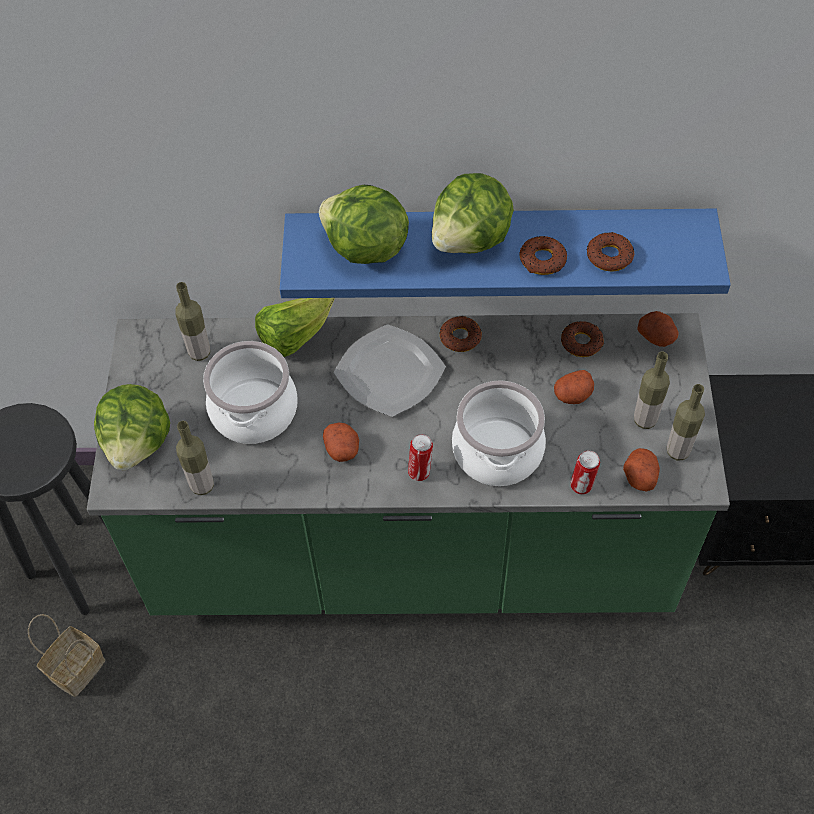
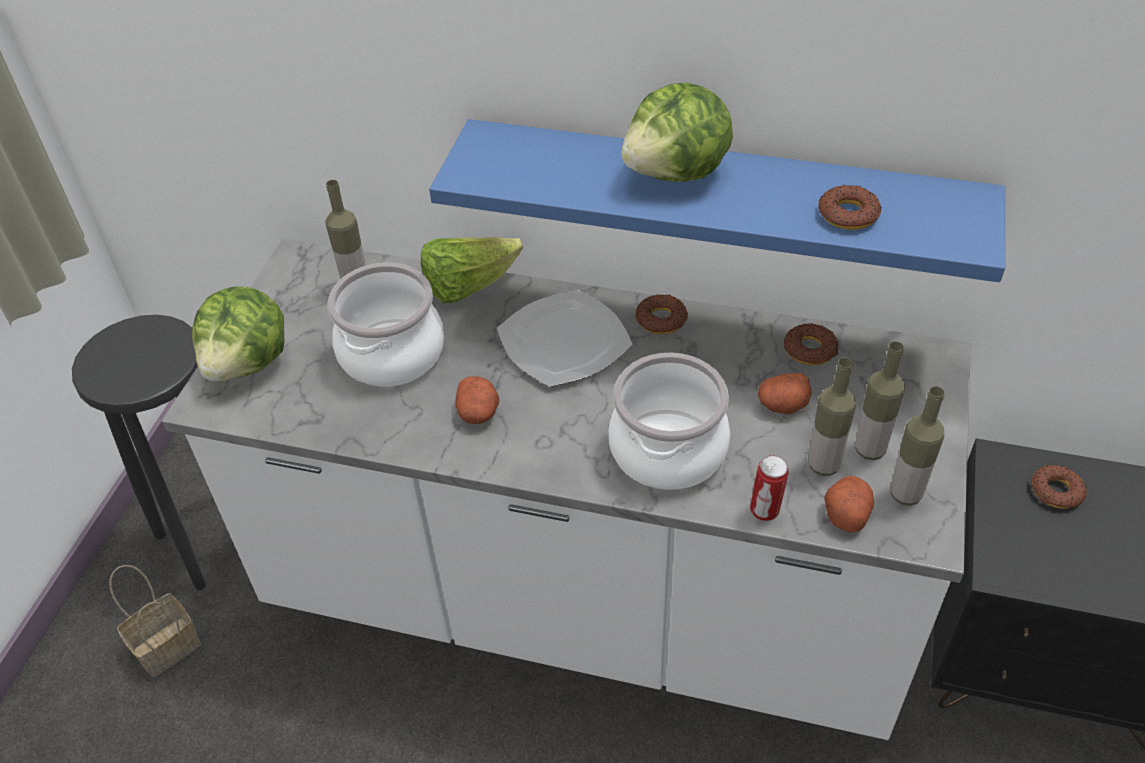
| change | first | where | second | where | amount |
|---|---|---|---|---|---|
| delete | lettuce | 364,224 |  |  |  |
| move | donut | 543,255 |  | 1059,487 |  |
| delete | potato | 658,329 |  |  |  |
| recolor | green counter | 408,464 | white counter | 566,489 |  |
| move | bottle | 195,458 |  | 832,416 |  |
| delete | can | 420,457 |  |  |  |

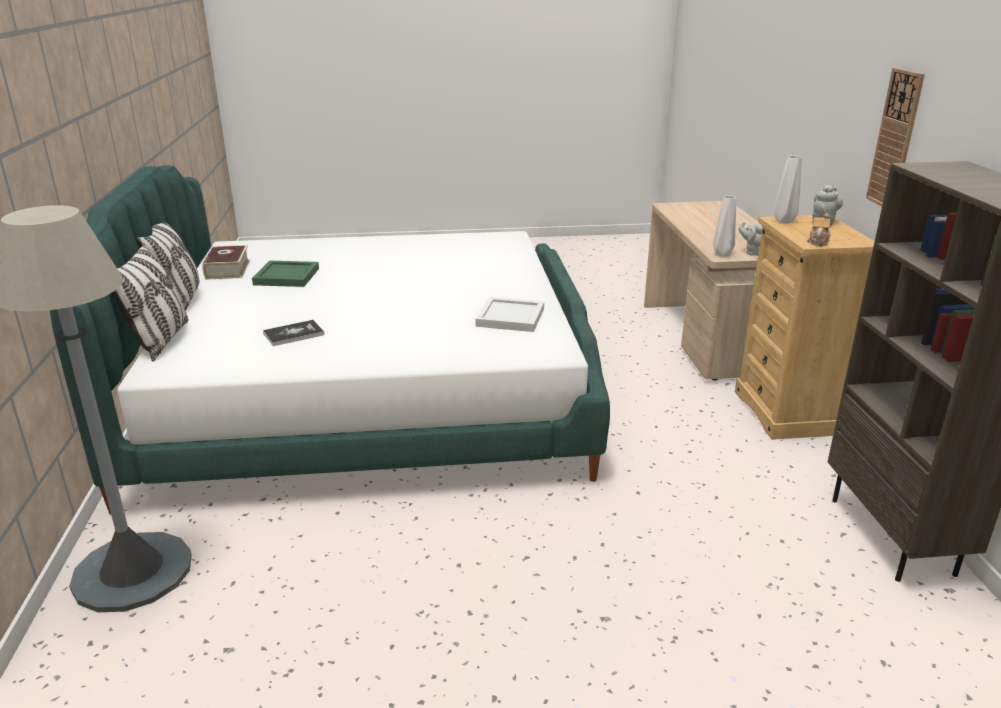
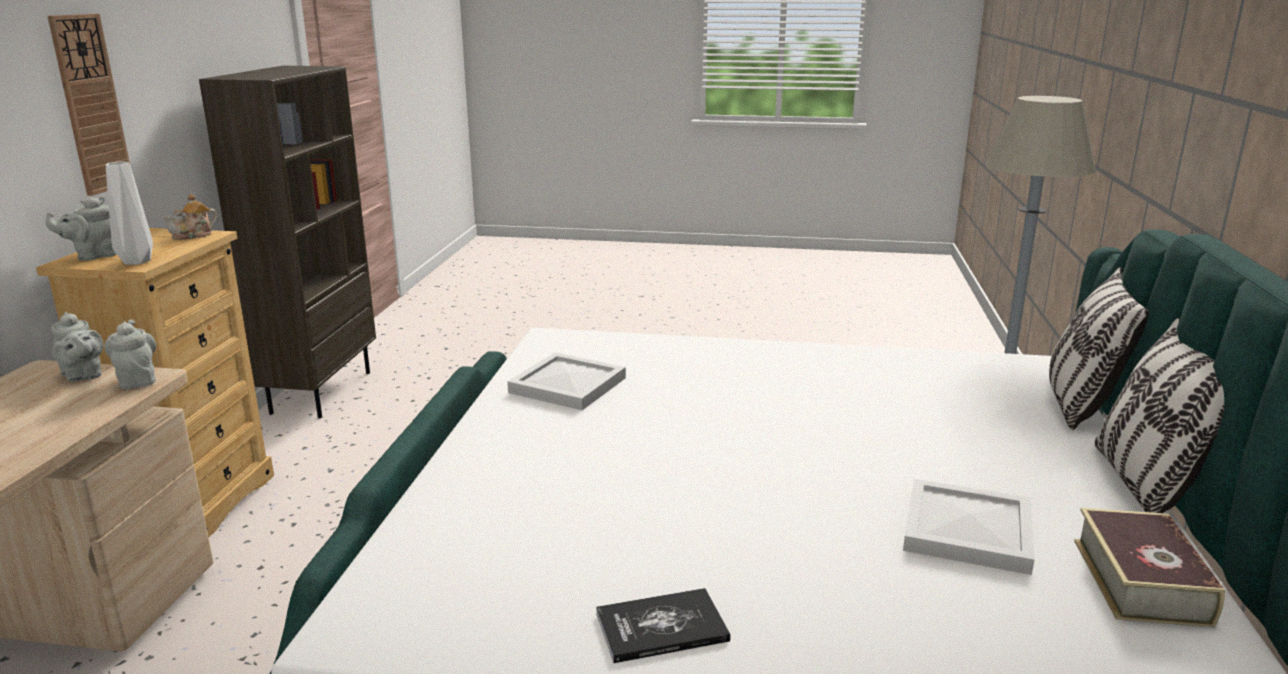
| change | first | where | second | where | amount |
|---|---|---|---|---|---|
| replace | white vase | 724,226 | grey teapot | 130,354 |  |
| recolor | green tray | 285,274 | white tray | 969,527 |  |
| move | book | 293,333 |  | 663,625 |  |

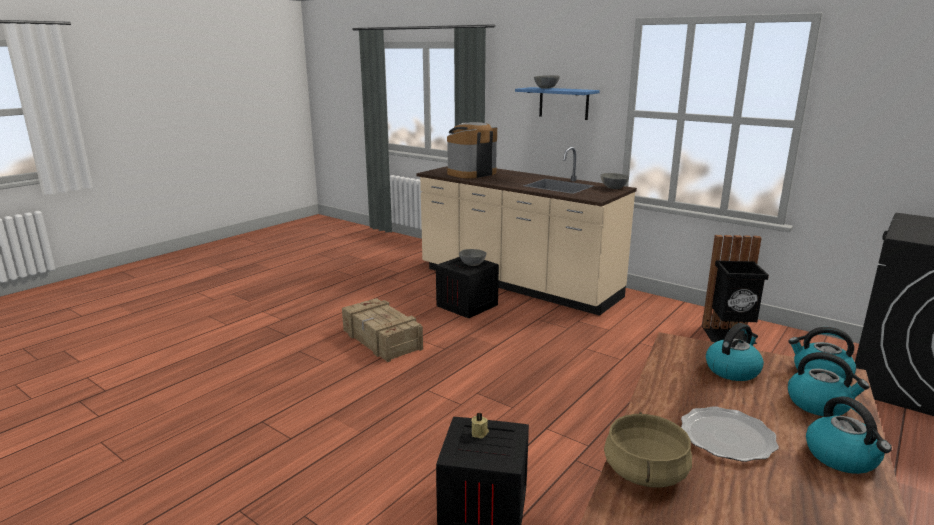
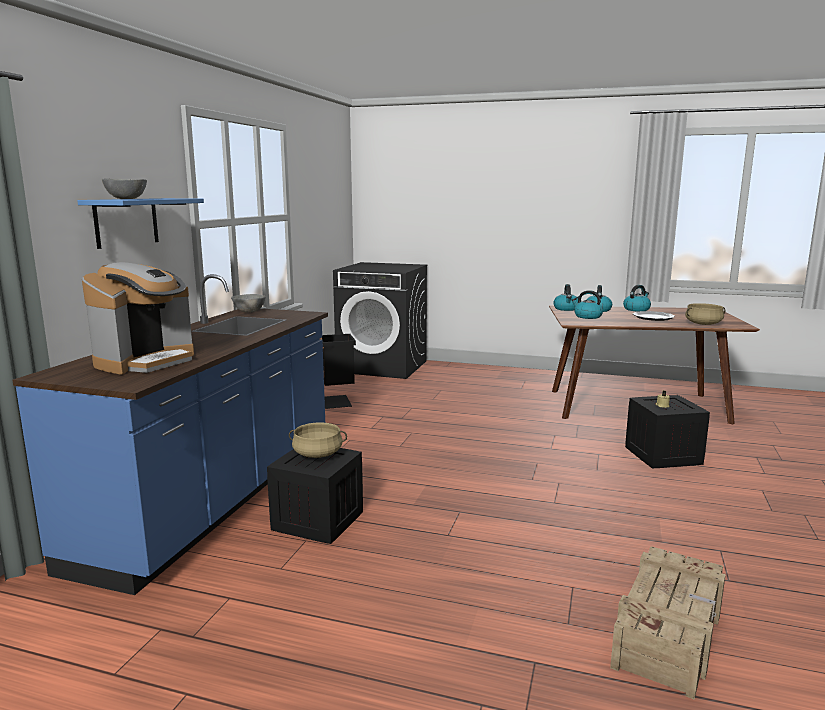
| change | first | where | second | where | amount |
|---|---|---|---|---|---|
| rotate | coffee machine | 472,150 |  | 138,318 | 90 degrees counterclockwise |
| recolor | beige counter | 526,231 | blue counter | 170,434 |  |
| replace | grey bowl | 472,257 | beige cooking pot | 318,440 |  |
| move | crate | 382,330 |  | 668,623 |  |

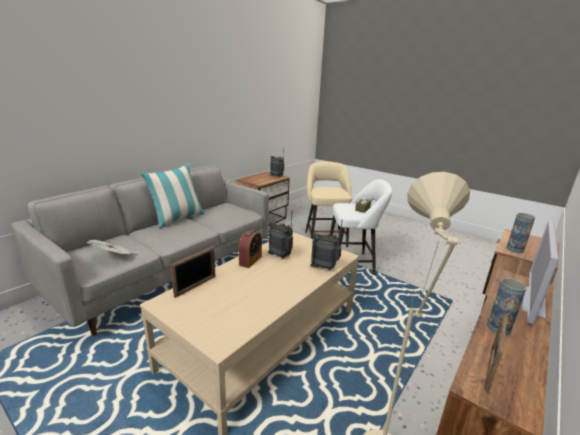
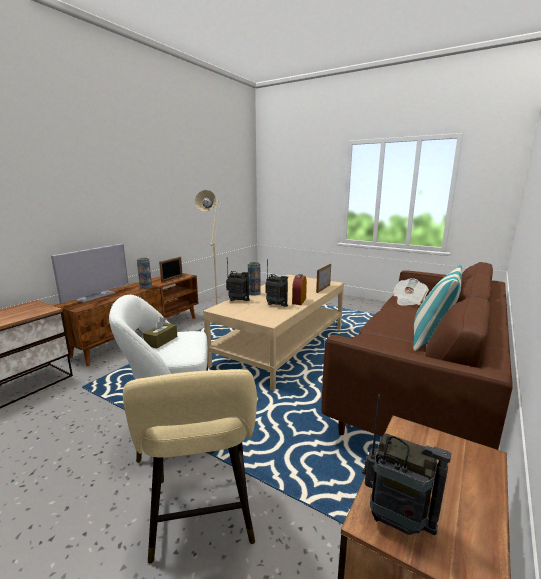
| change | first | where | second | where | amount |
|---|---|---|---|---|---|
| recolor | grey sofa | 140,251 | brown sofa | 417,356 |  |
| move | vase | 520,233 |  | 254,279 |  |

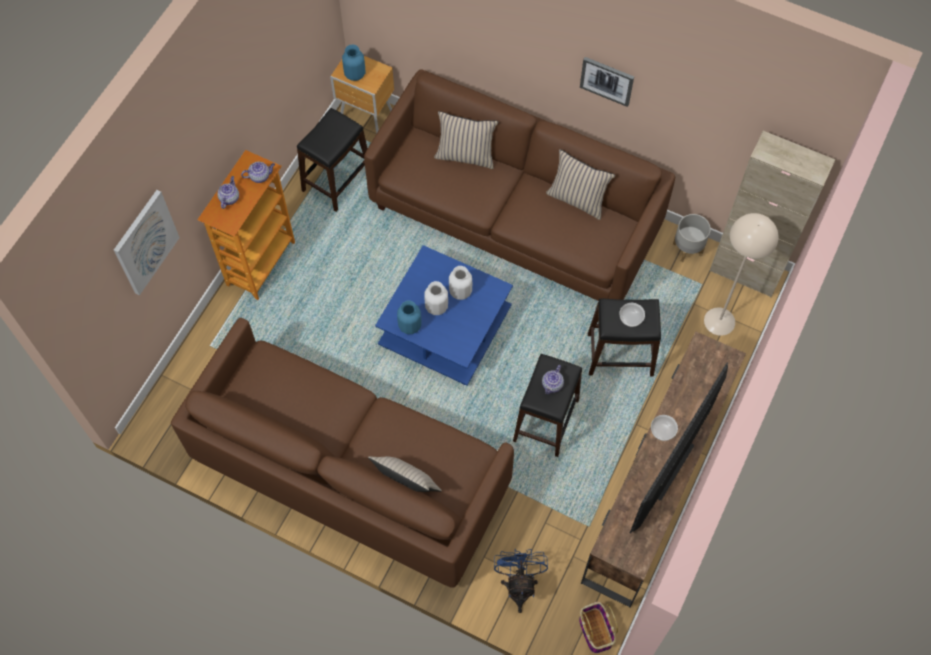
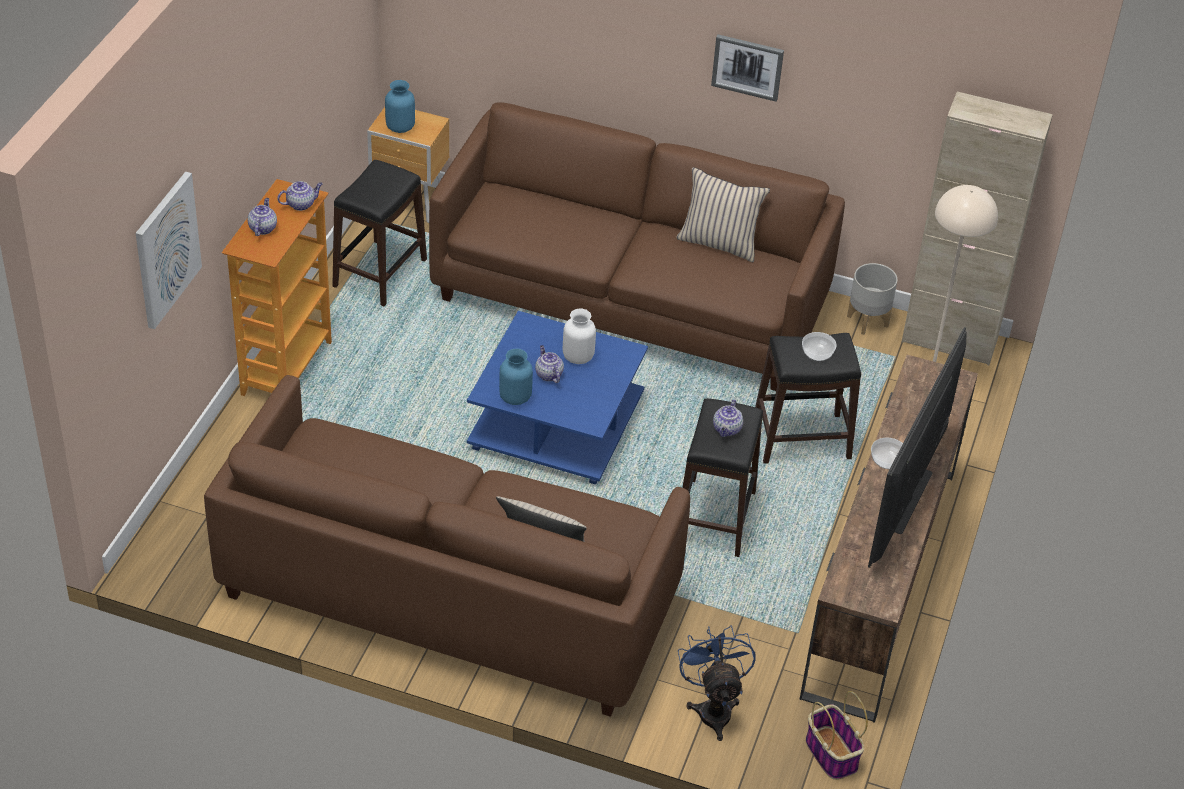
| change | first | where | second | where | amount |
|---|---|---|---|---|---|
| delete | beige pillow | 466,140 |  |  |  |
| replace | white vase | 436,298 | teapot | 549,364 |  |

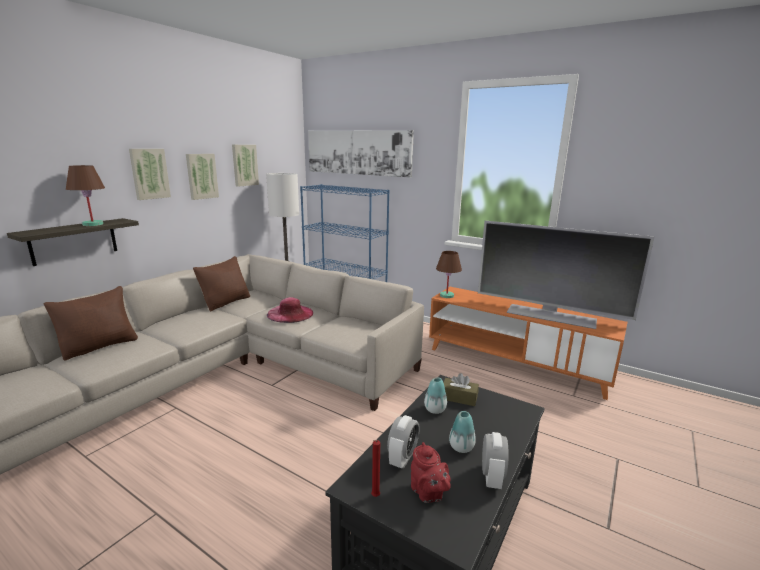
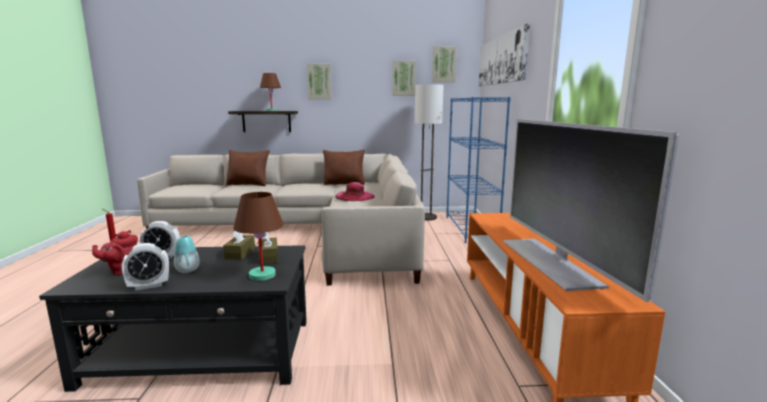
| change | first | where | second | where | amount |
|---|---|---|---|---|---|
| move | picture | 202,177 |  | 444,64 |  |
| move | brown table lamp | 449,274 |  | 258,236 |  |
| replace | vase | 435,396 | brown tissue box | 239,245 |  |

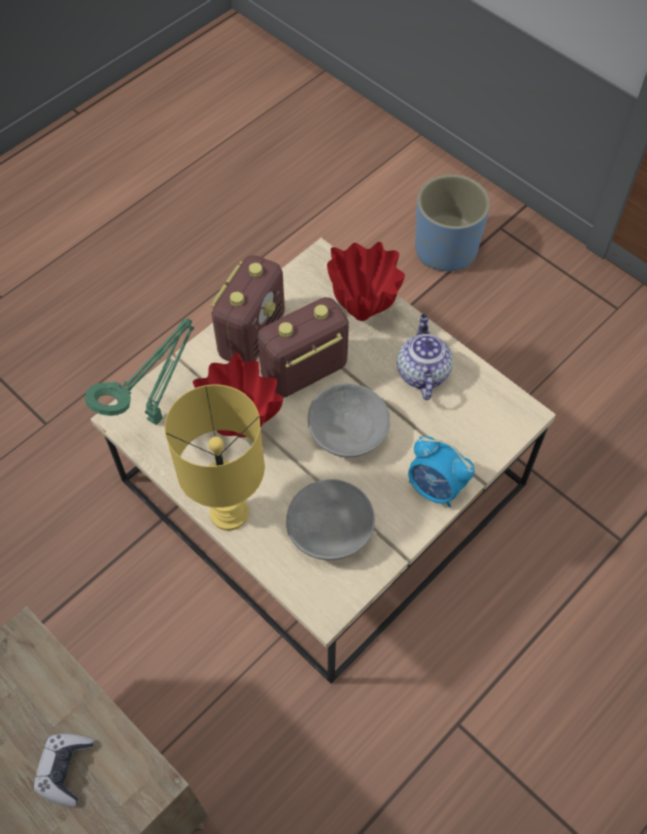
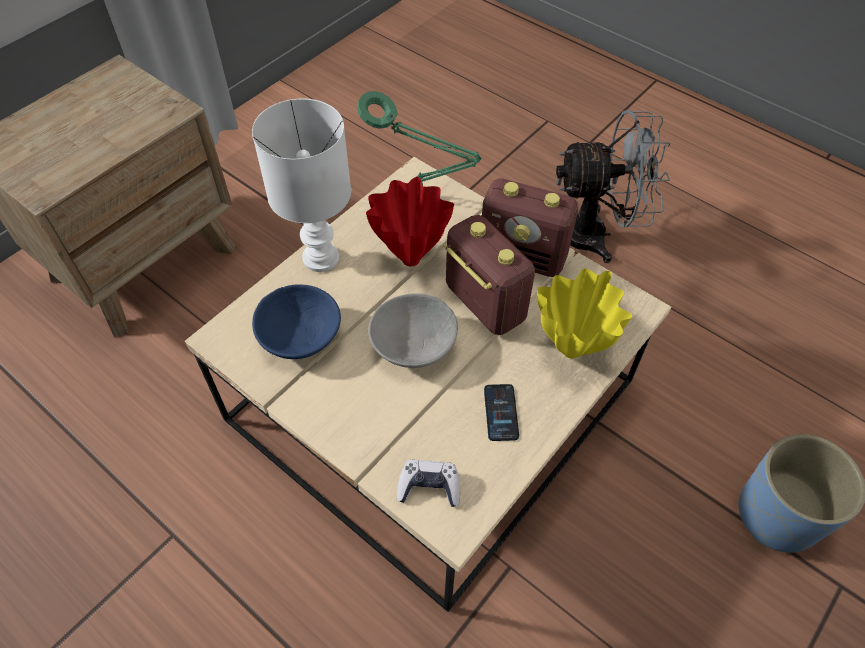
| change | first | where | second | where | amount |
|---|---|---|---|---|---|
| recolor | red vase | 366,281 | yellow vase | 584,313 |  |
| replace | teapot | 425,357 | phone | 501,412 |  |
| recolor | yellow table lamp | 215,458 | white table lamp | 301,185 |  |
| delete | alarm clock | 441,471 |  |  |  |
| recolor | grey bowl | 330,519 | blue bowl | 296,321 |  |
| move | game controller | 63,770 |  | 428,483 |  |
| insert |  |  | grey fan | 613,186 |  |

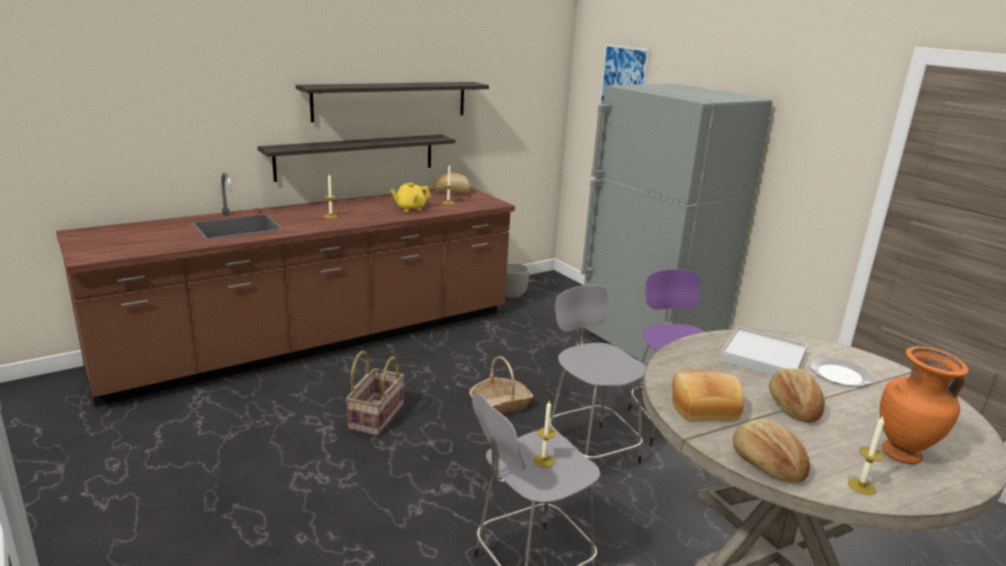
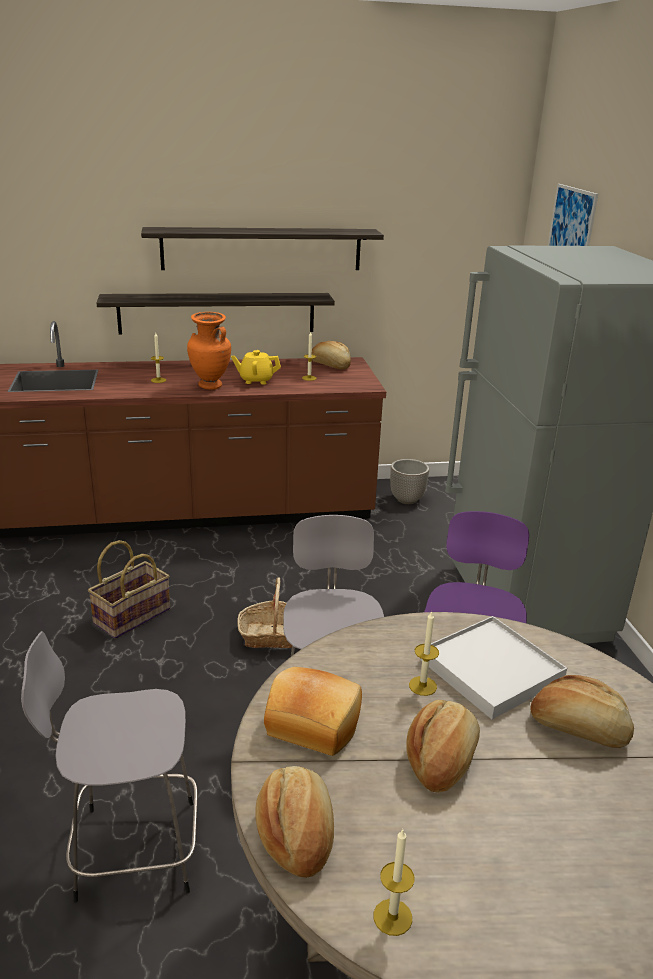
| change | first | where | second | where | amount |
|---|---|---|---|---|---|
| move | orange vase | 924,405 |  | 209,351 |  |
| replace | plate | 841,372 | bread | 582,711 |  |
| move | candle | 544,434 |  | 424,653 |  |

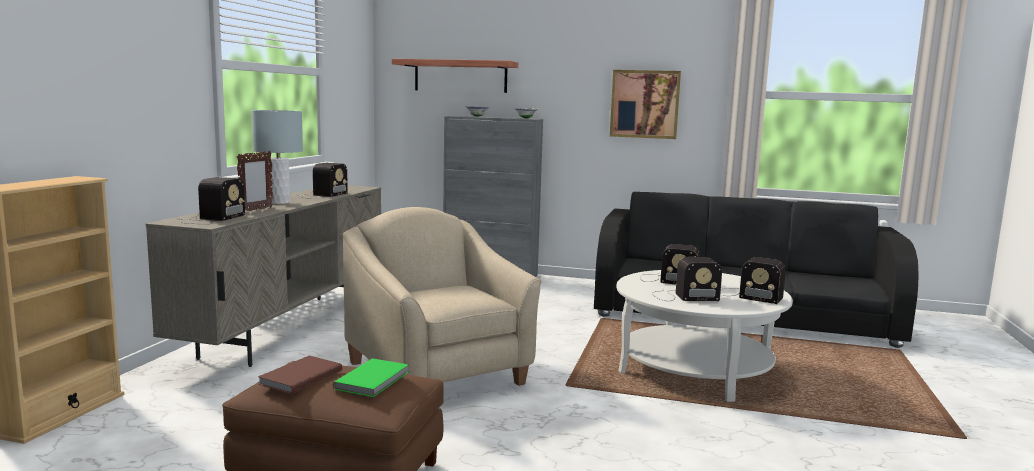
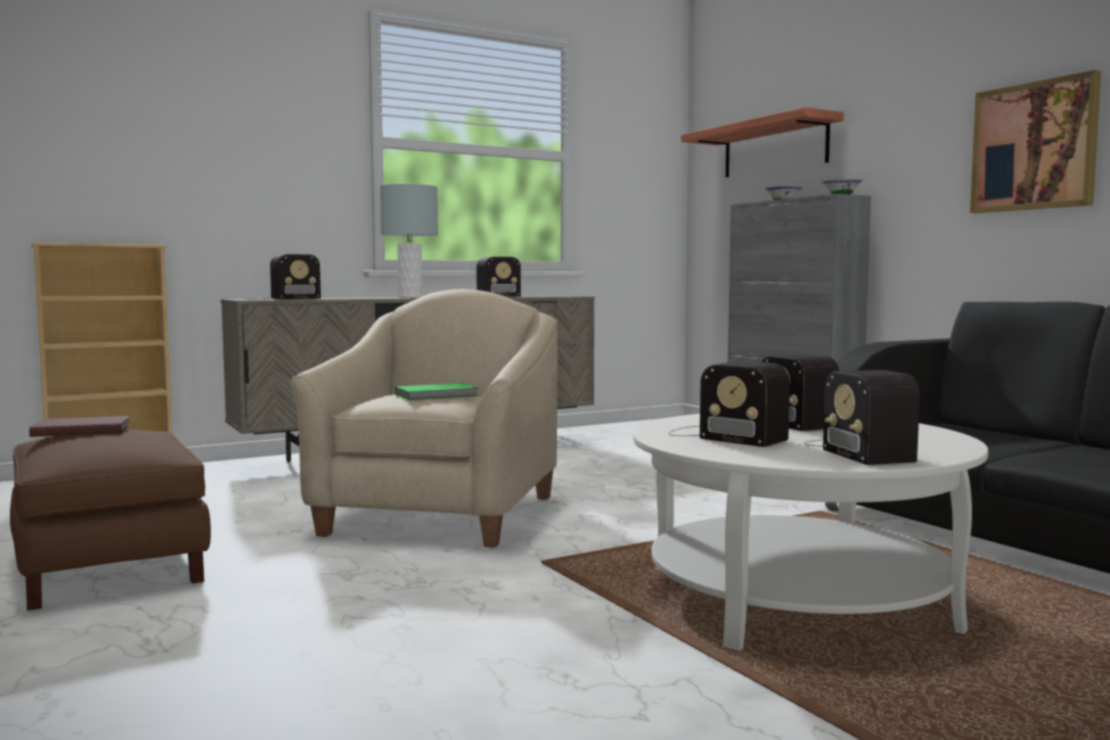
| change | first | where | second | where | amount |
|---|---|---|---|---|---|
| delete | picture frame | 255,181 |  |  |  |
| move | green book | 371,377 |  | 436,391 |  |

